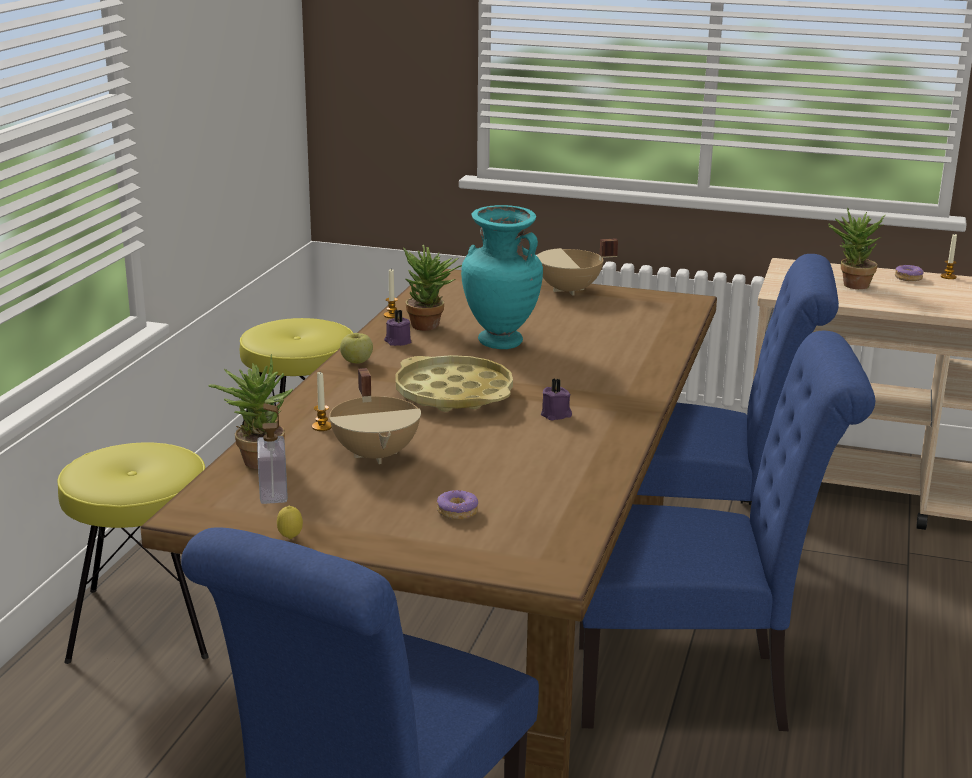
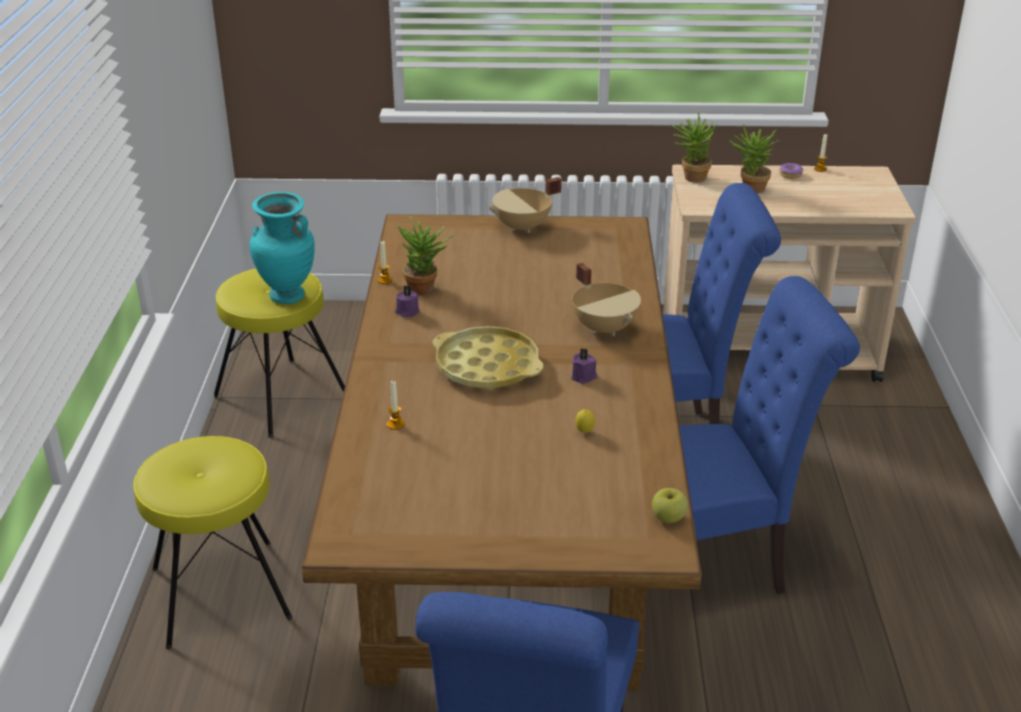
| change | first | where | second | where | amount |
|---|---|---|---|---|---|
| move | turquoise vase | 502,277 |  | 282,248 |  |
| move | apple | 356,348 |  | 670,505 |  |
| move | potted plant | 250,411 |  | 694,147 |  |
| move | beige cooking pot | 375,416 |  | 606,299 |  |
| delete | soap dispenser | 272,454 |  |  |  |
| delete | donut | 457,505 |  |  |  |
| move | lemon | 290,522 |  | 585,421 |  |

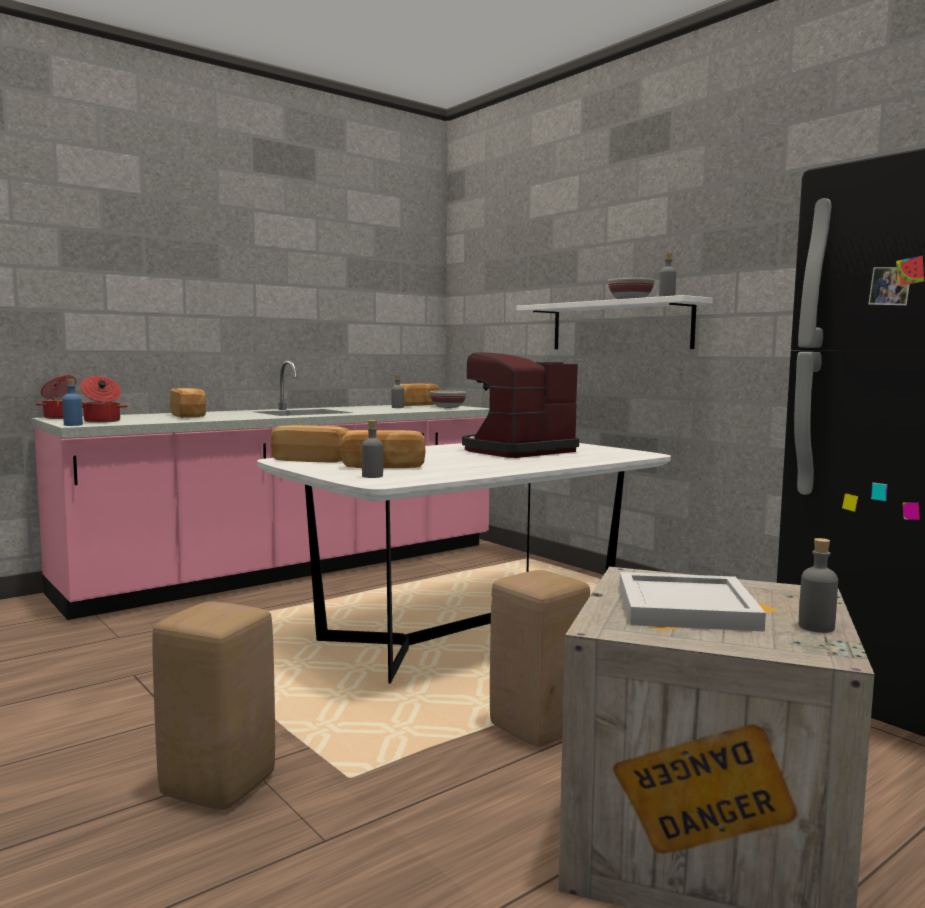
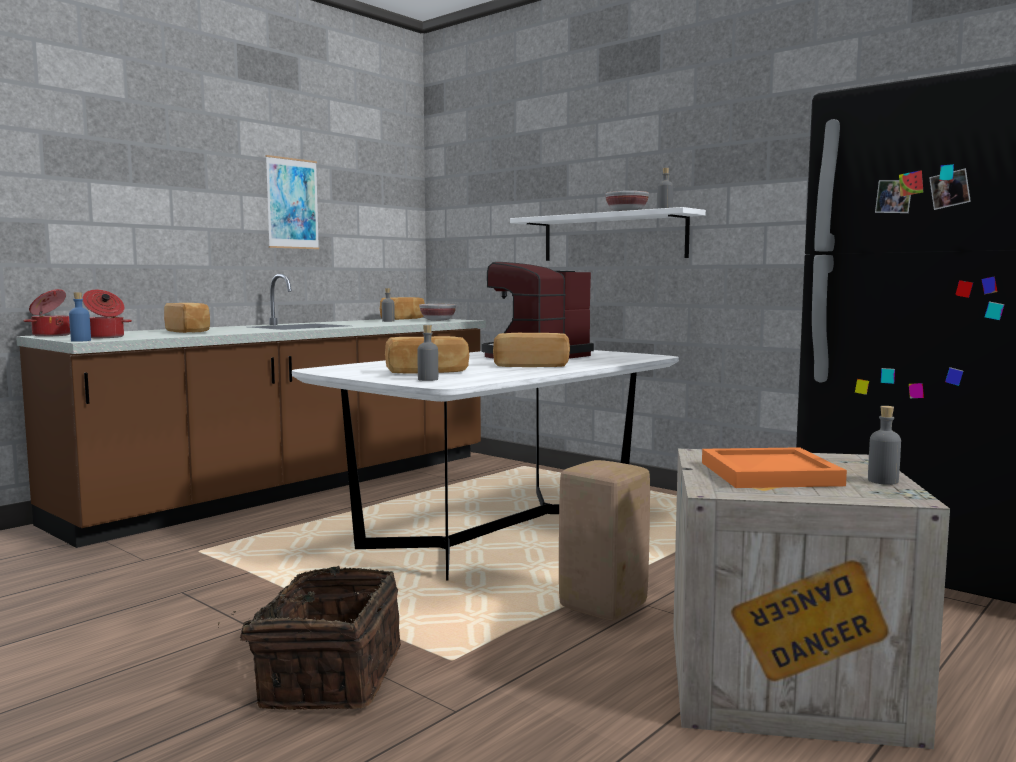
| change | first | where | second | where | amount |
|---|---|---|---|---|---|
| recolor | pink counter | 260,490 | brown counter | 251,411 |  |
| move | bread | 310,444 |  | 531,350 |  |
| recolor | white tray | 692,602 | orange tray | 774,467 |  |
| replace | beige stool | 213,706 | basket | 309,638 |  |
| insert |  |  | picture | 292,202 |  |

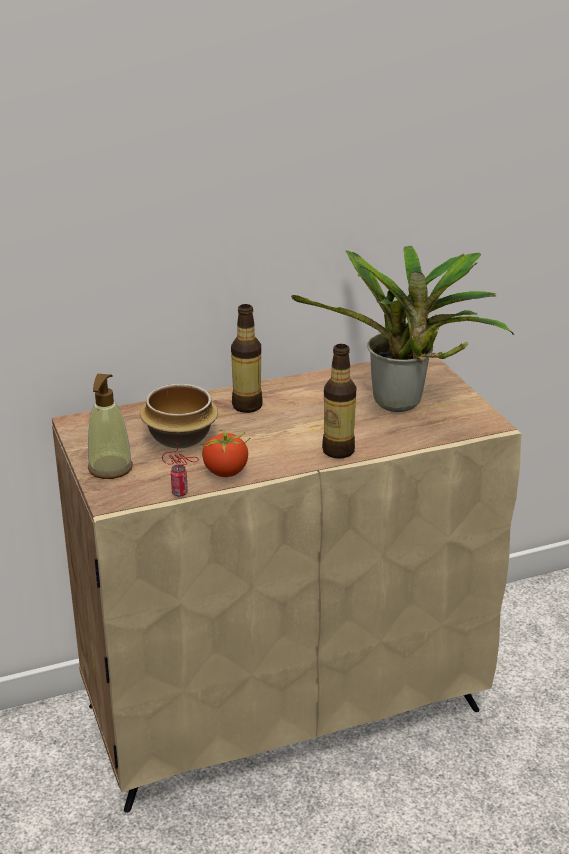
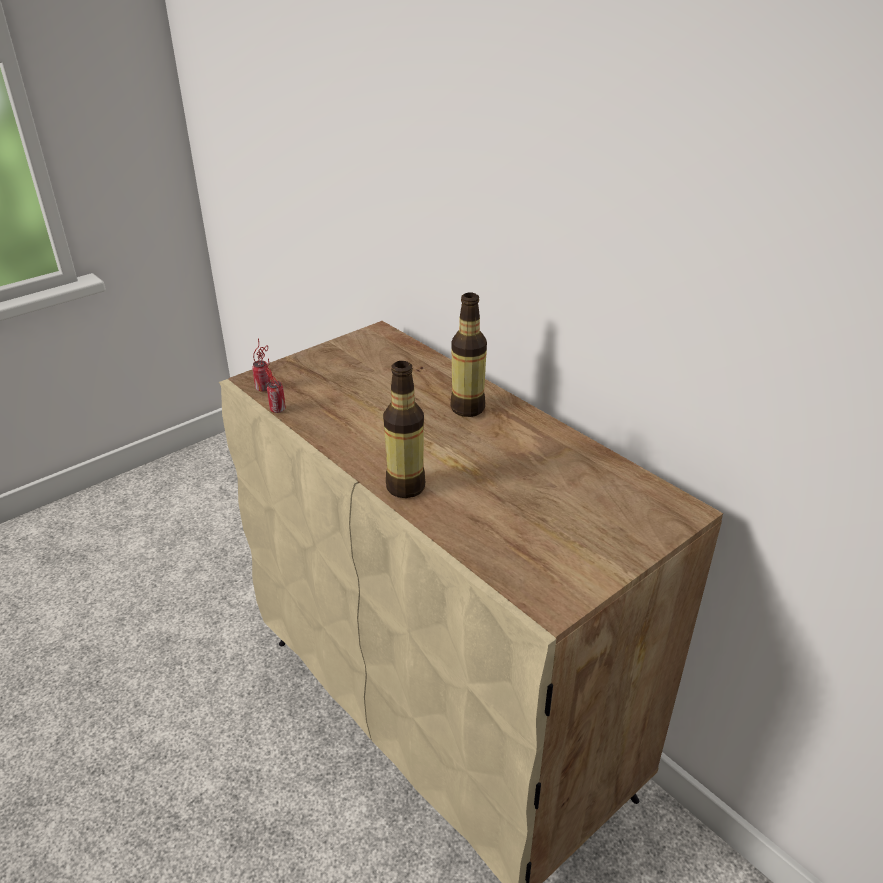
| change | first | where | second | where | amount |
|---|---|---|---|---|---|
| delete | potted plant | 402,329 |  |  |  |
| delete | soap dispenser | 110,426 |  |  |  |
| delete | bowl | 179,416 |  |  |  |
| delete | tomato | 225,453 |  |  |  |
| insert |  |  | can | 261,365 |  |

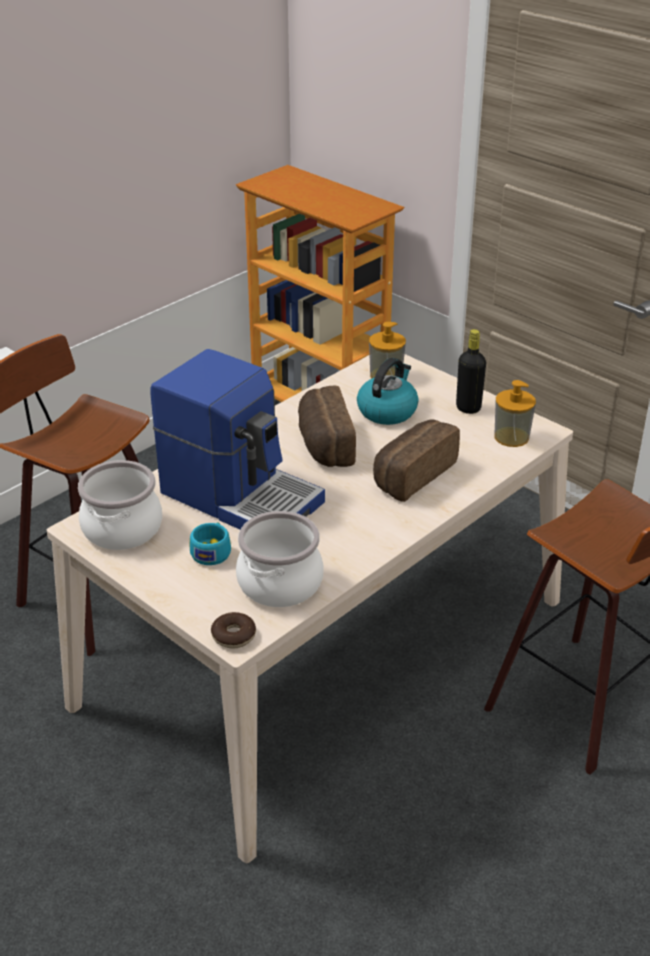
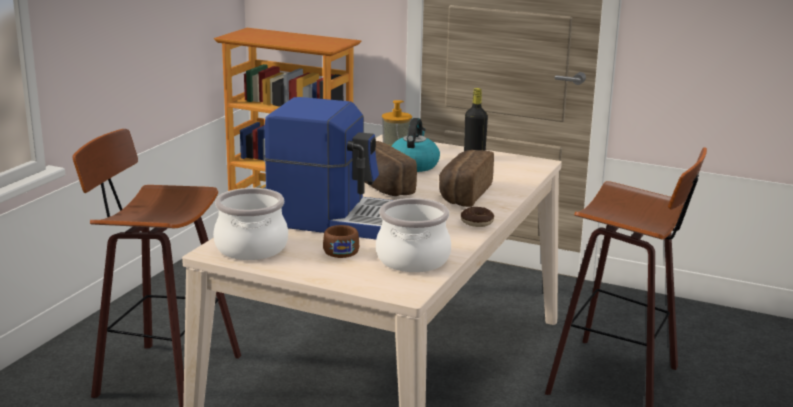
| change | first | where | second | where | amount |
|---|---|---|---|---|---|
| delete | soap dispenser | 515,413 |  |  |  |
| recolor | turquoise cup | 210,543 | brown cup | 341,241 |  |
| move | donut | 233,630 |  | 477,217 |  |

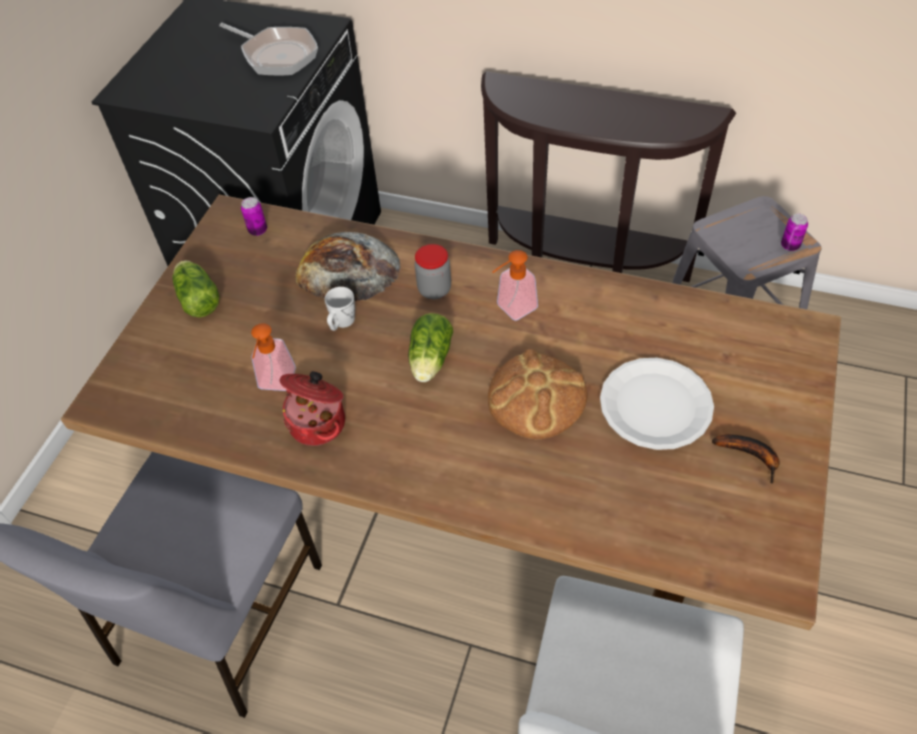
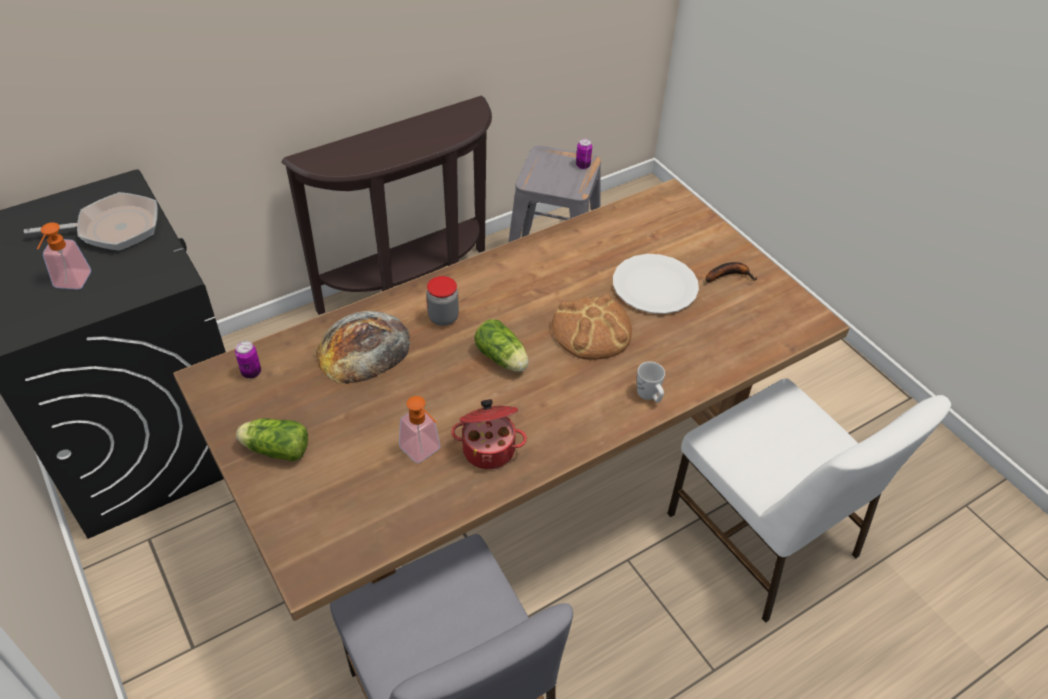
| change | first | where | second | where | amount |
|---|---|---|---|---|---|
| move | soap dispenser | 515,285 |  | 64,255 |  |
| move | white mug | 340,309 |  | 651,382 |  |

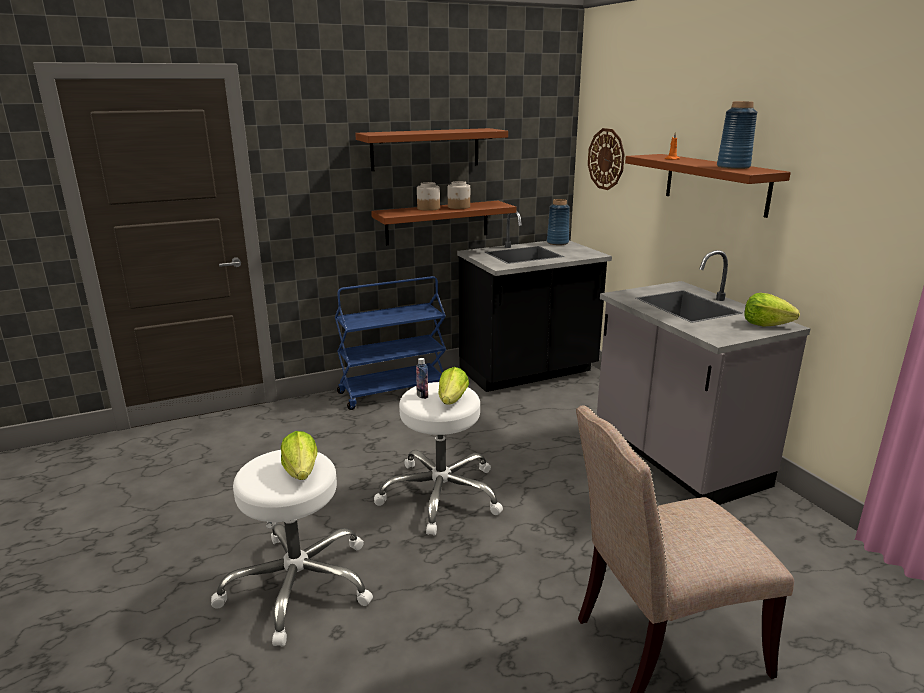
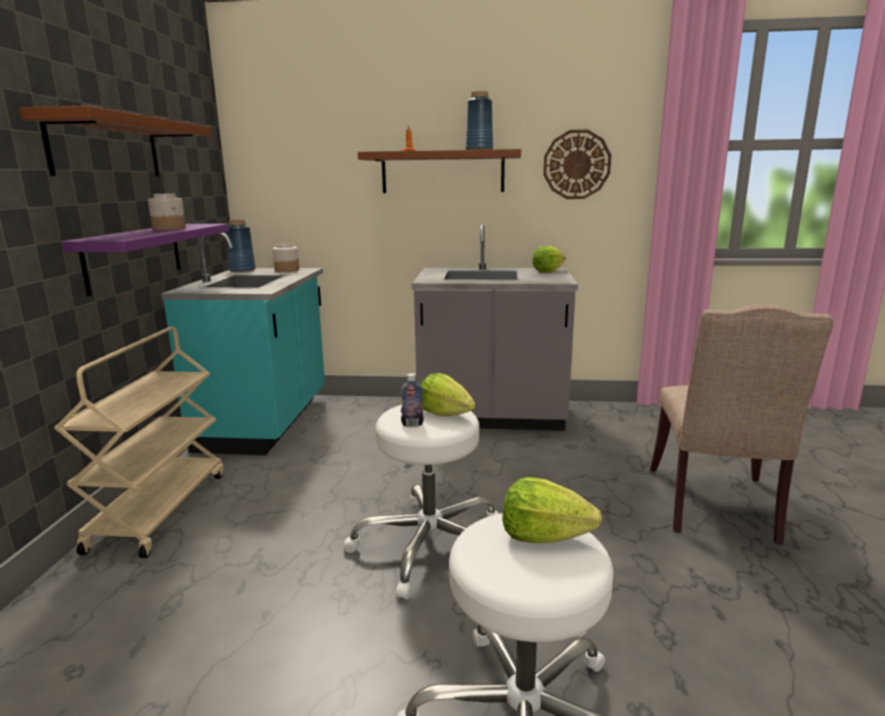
| change | first | where | second | where | amount |
|---|---|---|---|---|---|
| move | wall clock | 606,159 |  | 577,164 |  |
| move | jar | 428,196 |  | 286,257 |  |
| recolor | brown shelf | 443,223 | purple shelf | 145,260 |  |
| recolor | black counter | 534,301 | turquoise counter | 243,344 |  |
| recolor | blue cart | 390,343 | beige cart | 139,442 |  |

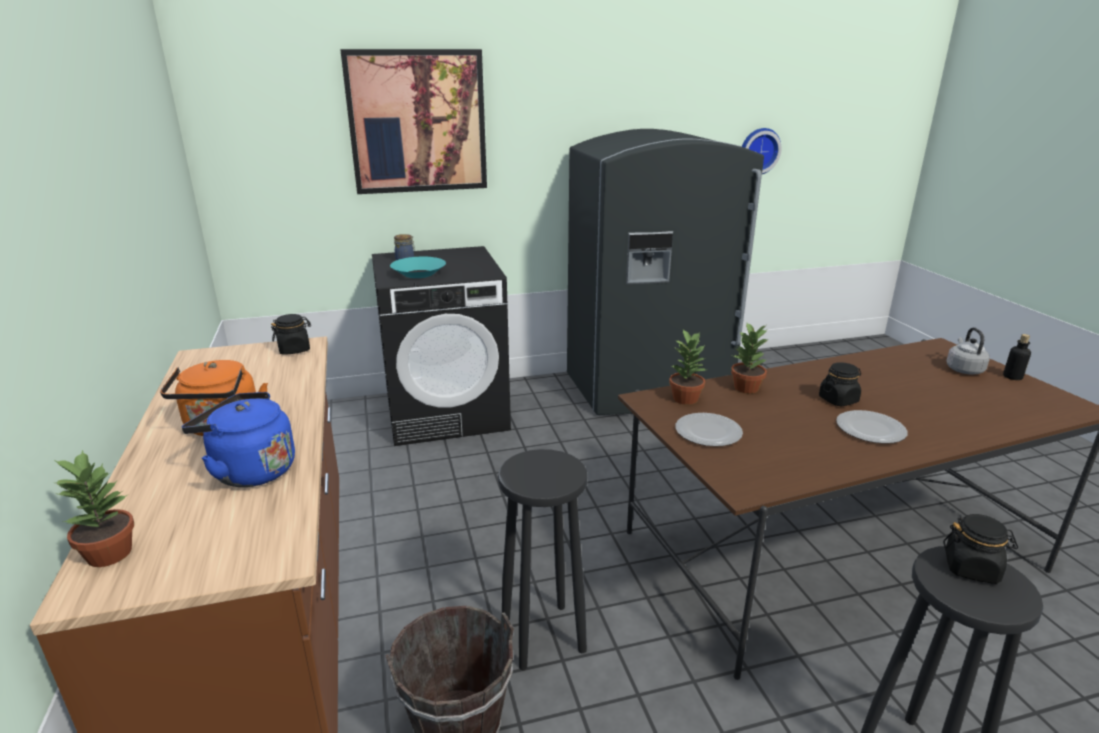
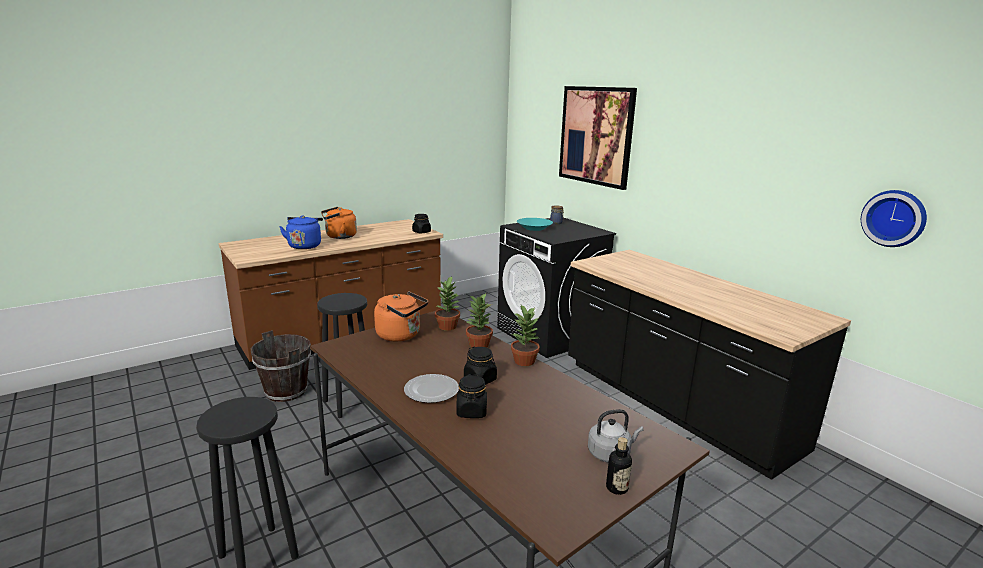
| change | first | where | second | where | amount |
|---|---|---|---|---|---|
| replace | grey fridge | 665,272 | black counter | 709,365 |  |
| replace | plate | 709,430 | orange kettle | 401,316 |  |
| move | potted plant | 94,508 |  | 525,335 |  |
| move | black jar | 980,549 |  | 471,396 |  |

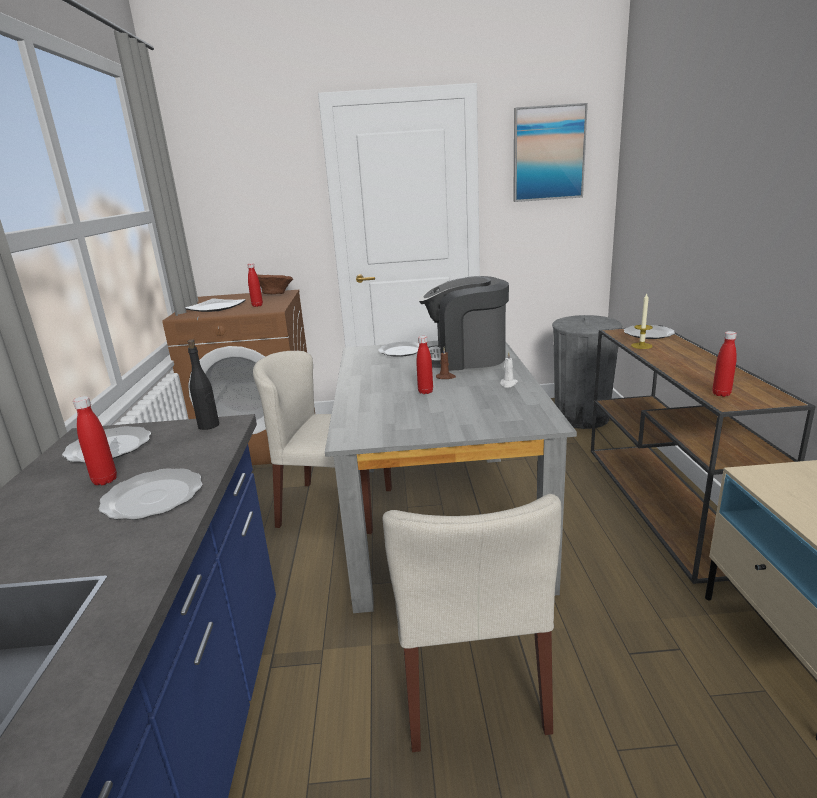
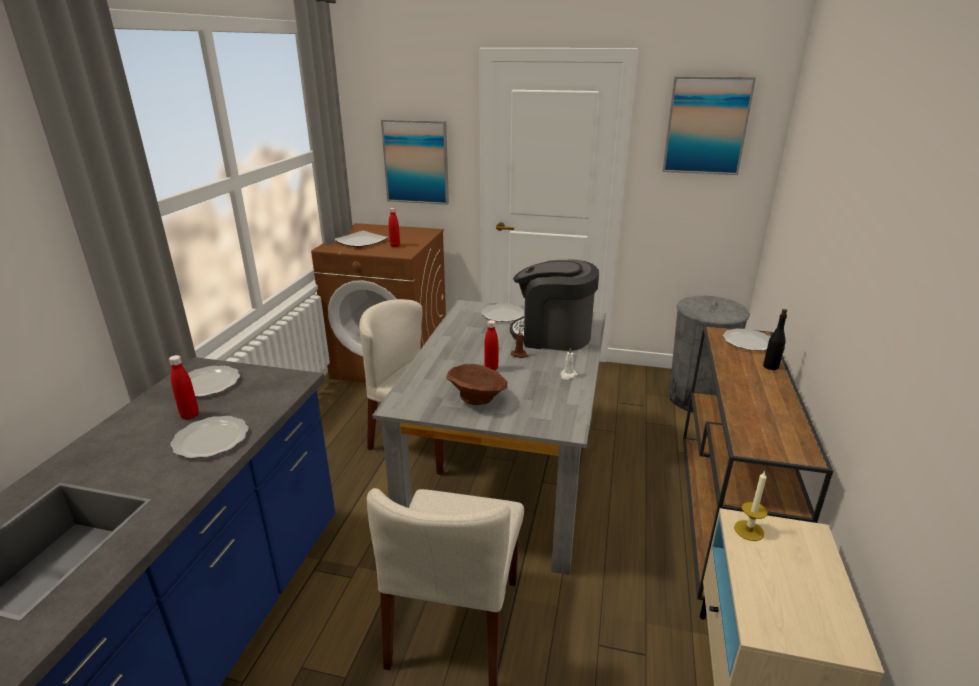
| change | first | where | second | where | amount |
|---|---|---|---|---|---|
| move | brown bowl | 275,284 |  | 477,384 |  |
| move | candle | 642,321 |  | 751,506 |  |
| delete | red bottle | 724,364 |  |  |  |
| move | black bottle | 203,384 |  | 775,339 |  |
| insert |  |  | picture | 415,162 |  |

